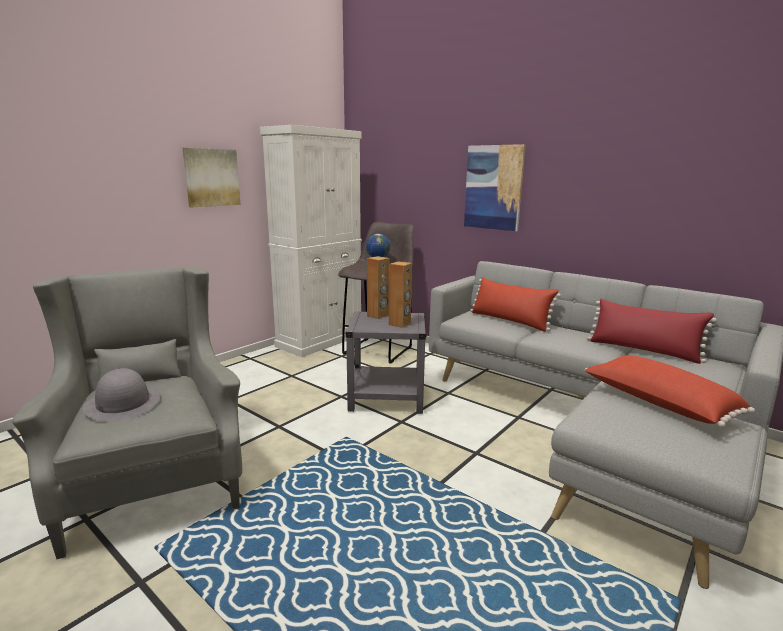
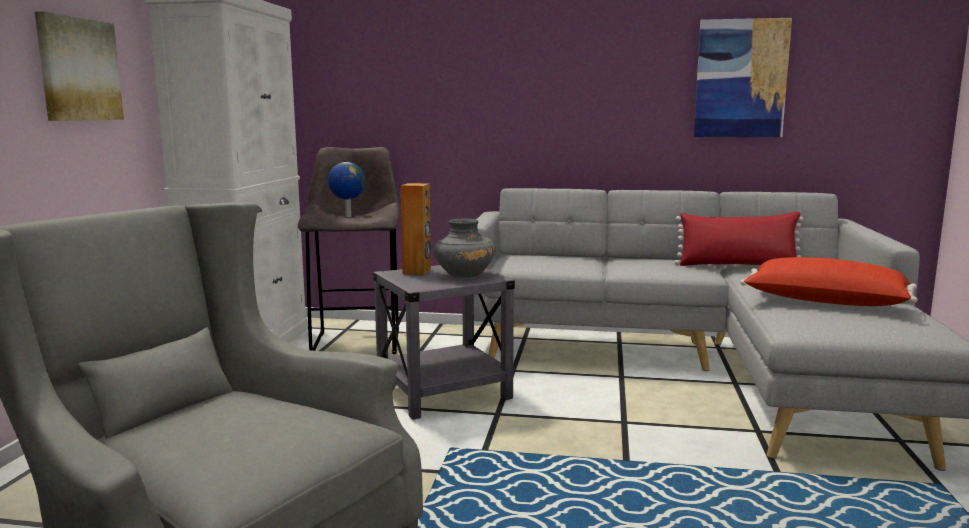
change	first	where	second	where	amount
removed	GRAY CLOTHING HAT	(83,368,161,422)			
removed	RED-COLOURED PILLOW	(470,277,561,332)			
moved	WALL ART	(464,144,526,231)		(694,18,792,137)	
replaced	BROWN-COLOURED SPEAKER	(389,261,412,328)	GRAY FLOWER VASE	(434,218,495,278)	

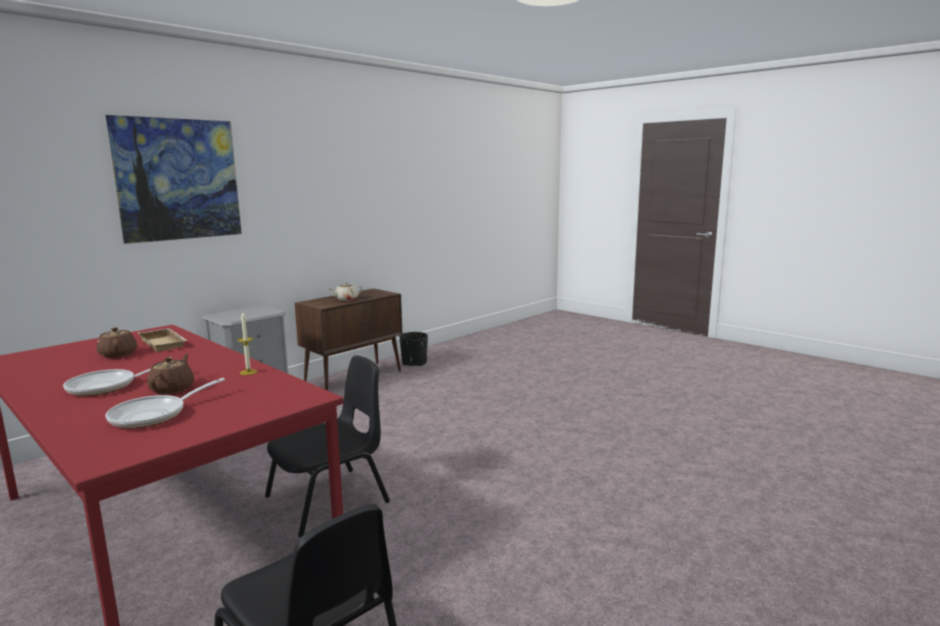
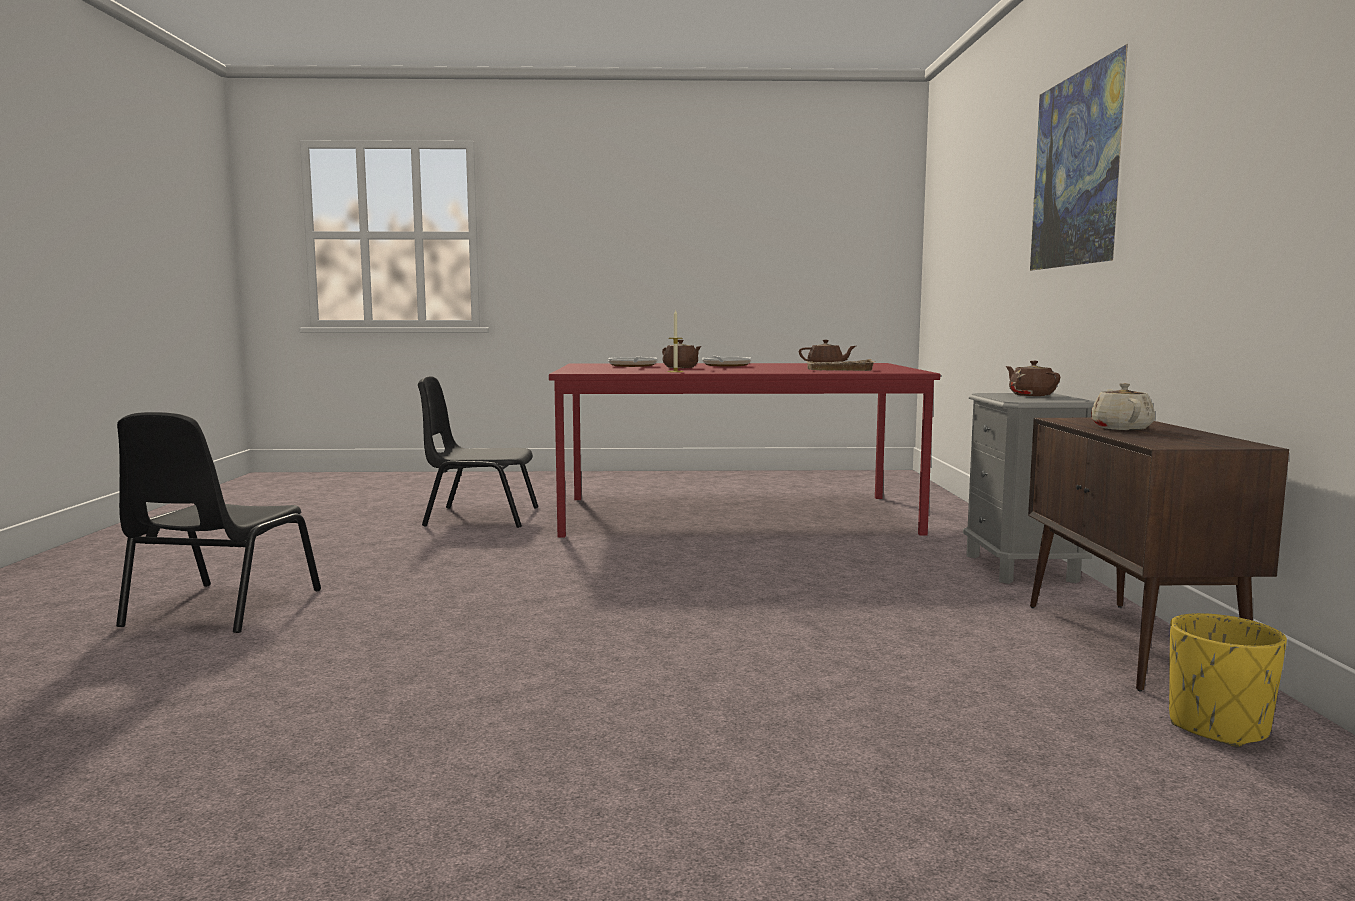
change	first	where	second	where	amount
added			BROWN-COLOURED TEAPOT	(1005,361,1061,396)	
moved	BLACK-COLOURED UPRIGHT CHAIR	(265,355,390,538)		(116,412,321,633)	
recoloured	BLACK-COLOURED PLANT POT	(399,332,428,367)	YELLOW PLANT POT	(1169,613,1287,747)	

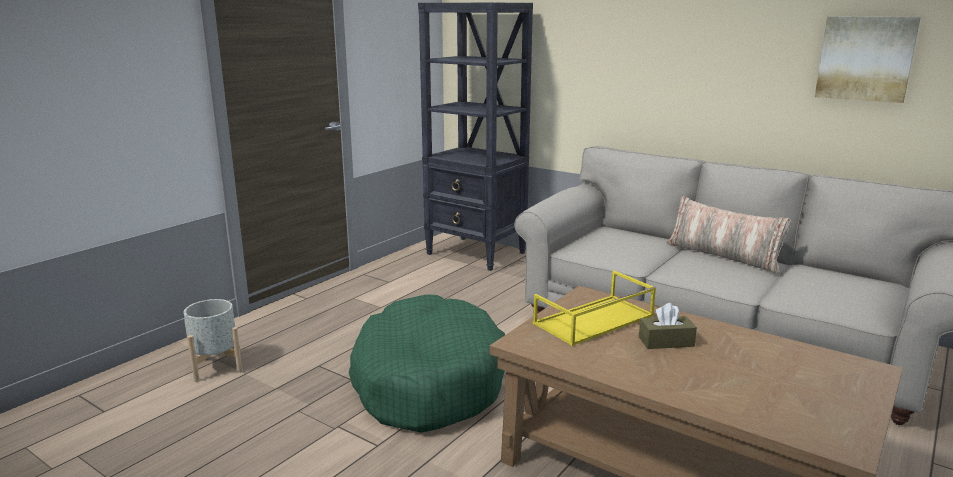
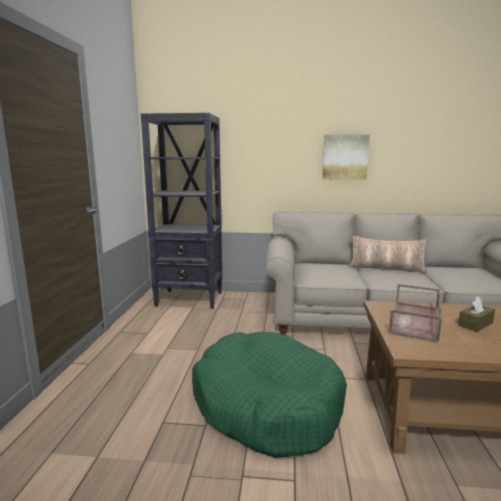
change	first	where	second	where	amount
removed	GRAY PLANT POT	(184,299,242,382)			
moved	WALL ART	(815,16,921,103)		(322,134,370,180)	
recoloured	YELLOW TRAY	(533,271,656,346)	BROWN-COLOURED TRAY	(389,284,442,343)	

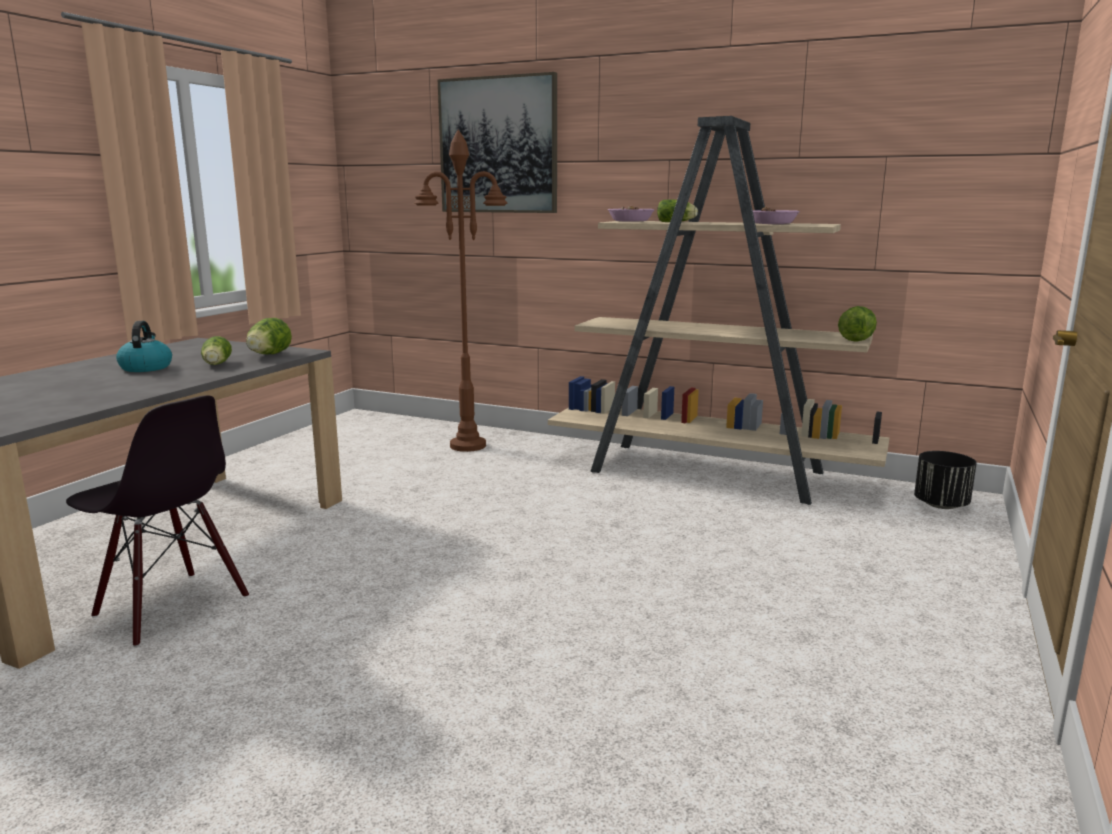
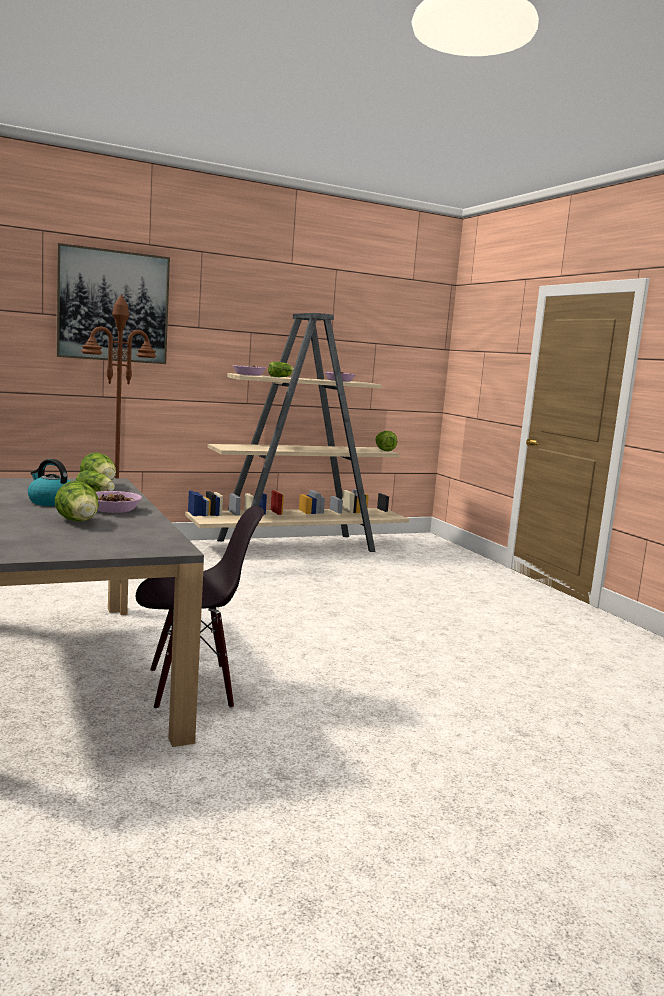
change	first	where	second	where	amount
removed	BLACK-COLOURED PLANT POT	(914,451,977,509)			
added			HEAD OF LETTUCE	(55,481,99,521)	
added			SERVING BOWL	(96,491,142,513)	

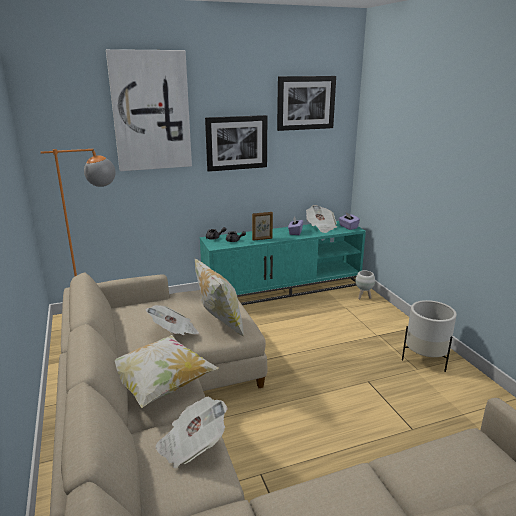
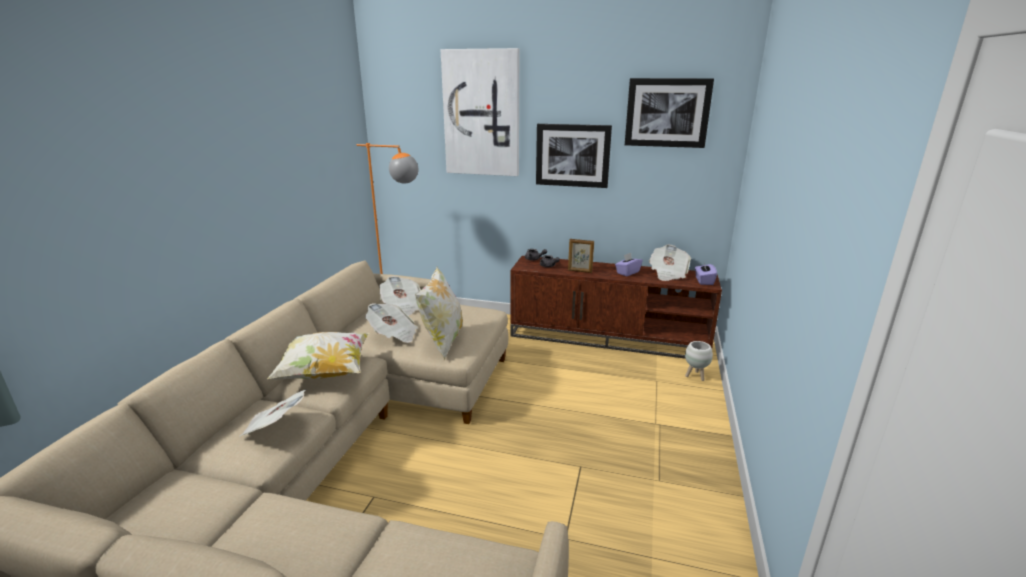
change	first	where	second	where	amount
removed	WHITISH PLANT POT	(402,300,457,372)			
added			PRINTED PAPER	(379,276,420,316)	
recoloured	TURQUOISE-COLOURED MEDIA CONSOLE	(200,221,366,305)	BROWN-COLOURED MEDIA CONSOLE	(510,256,722,358)	

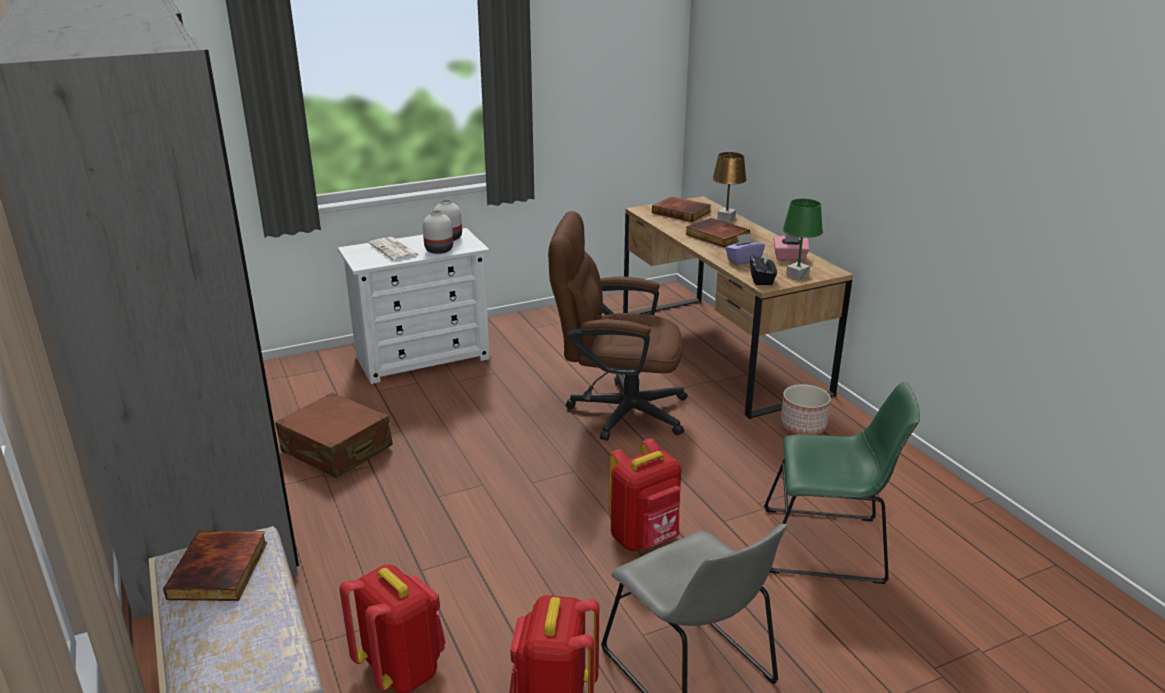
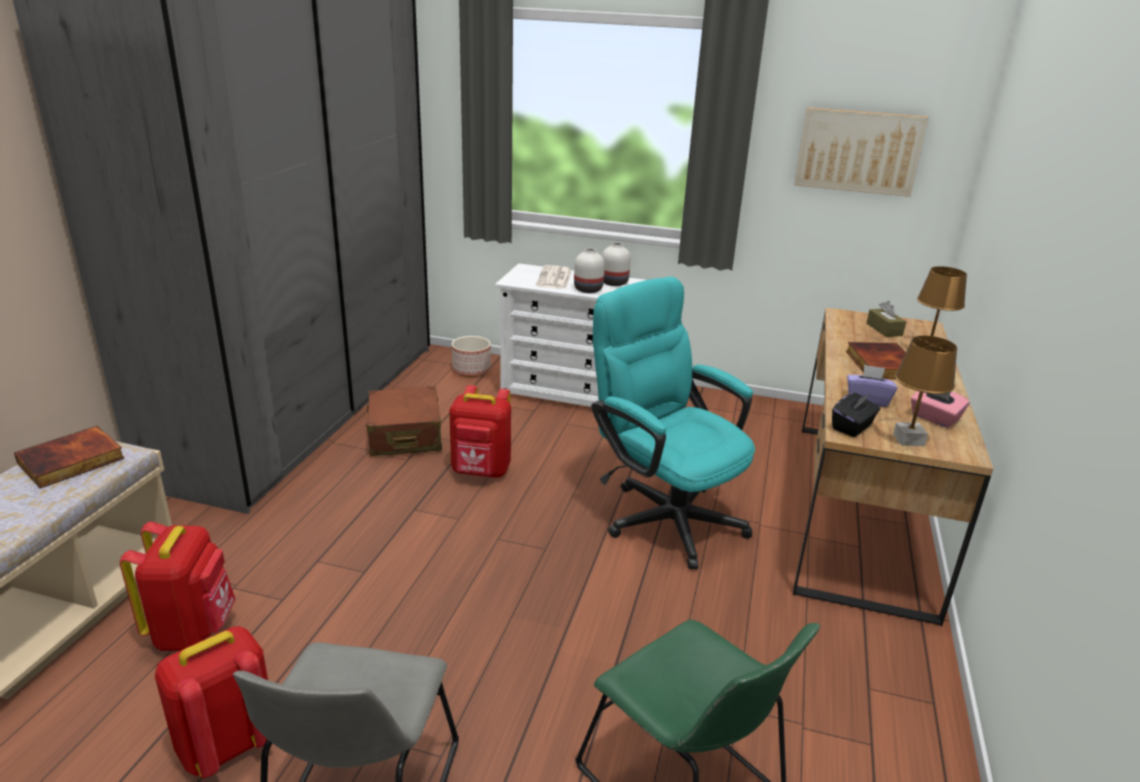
change	first	where	second	where	amount
added			WALL ART	(794,107,929,197)	
moved	RED-COLOURED RUCKSACK	(609,438,682,551)		(449,385,511,478)	
moved	PLANT POT	(780,384,831,435)		(452,336,491,377)	
replaced	BOUND BOOK	(652,196,711,222)	BROWN-COLOURED TISSUE HOLDER	(867,301,906,337)	
recoloured	BROWN-COLOURED COMPUTER CHAIR	(548,211,687,441)	TURQUOISE-COLOURED COMPUTER CHAIR	(591,277,755,569)	
recoloured	GREEN TABLETOP LAMP	(783,199,823,280)	BROWN-COLOURED TABLETOP LAMP	(893,336,957,446)	

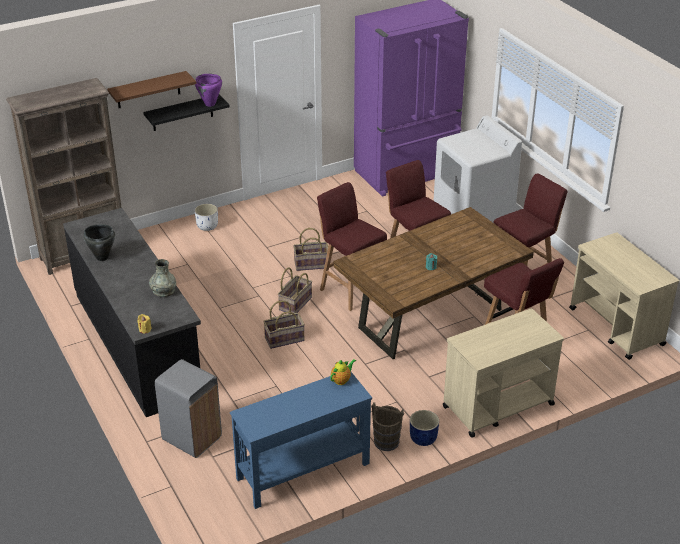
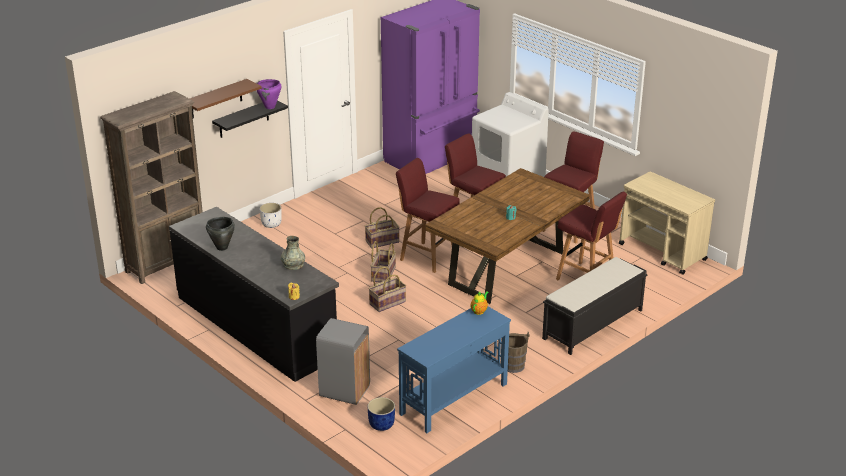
change	first	where	second	where	amount
moved	BLUE PLANT POT	(410,410,439,446)		(367,397,395,431)	
replaced	BEIGE-COLOURED TROLLEY	(443,308,564,437)	BLACK-COLOURED INDOOR BENCH	(542,257,648,355)	

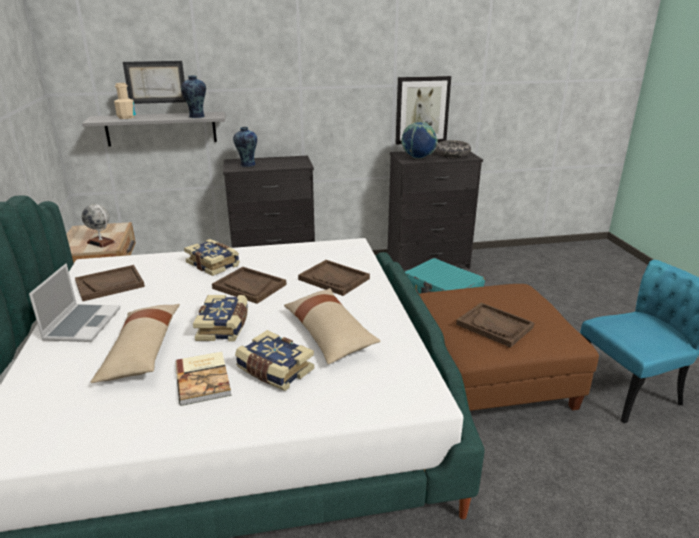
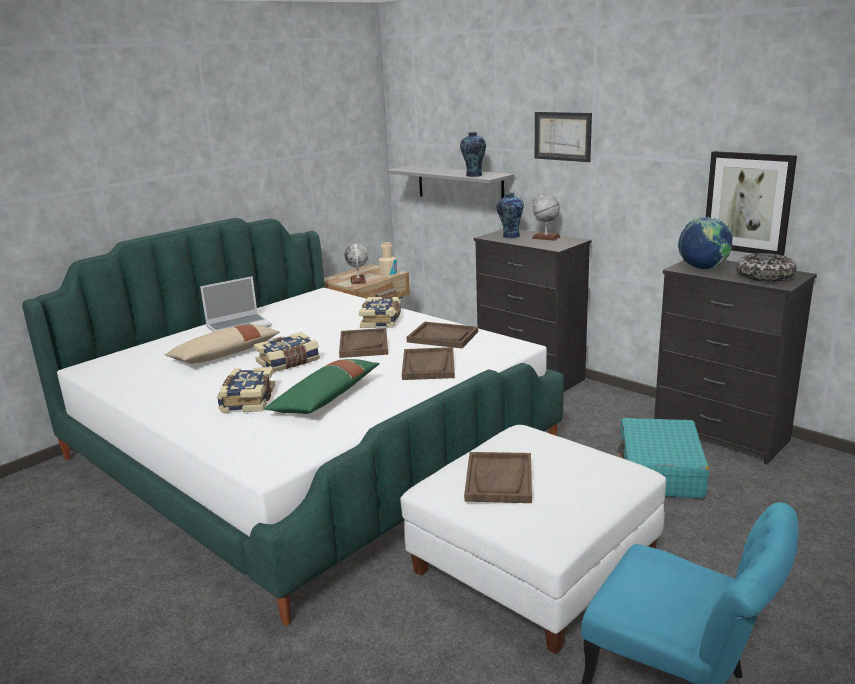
change	first	where	second	where	amount
removed	BOUND BOOK	(175,352,231,406)			
added			WORLD GLOBE	(531,194,560,241)	
moved	BROWN-COLOURED TRAY	(75,265,145,301)		(406,322,478,348)	
moved	BEIGE-COLOURED BEVERAGE BOTTLE	(114,83,136,119)		(379,242,397,277)	
moved	WALL ART	(123,61,186,104)		(535,112,592,162)	
recoloured	BEIGE-COLOURED PILLOW	(284,288,381,364)	GREEN PILLOW	(264,359,380,414)	
recoloured	BROWN-COLOURED POUFFE	(419,284,599,411)	WHITISH POUFFE	(400,425,666,655)	

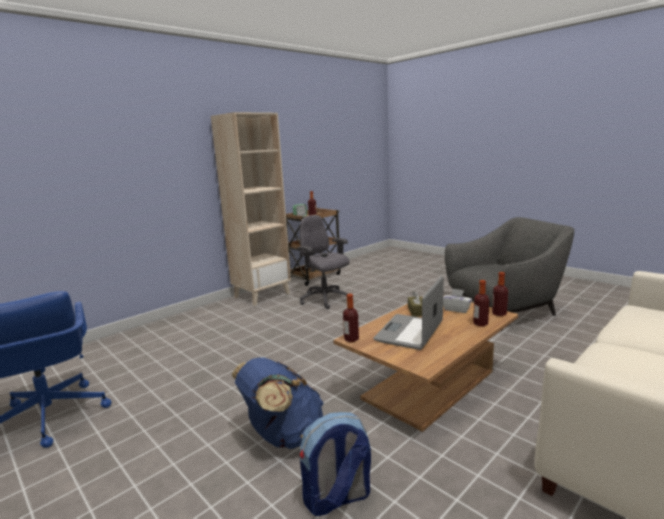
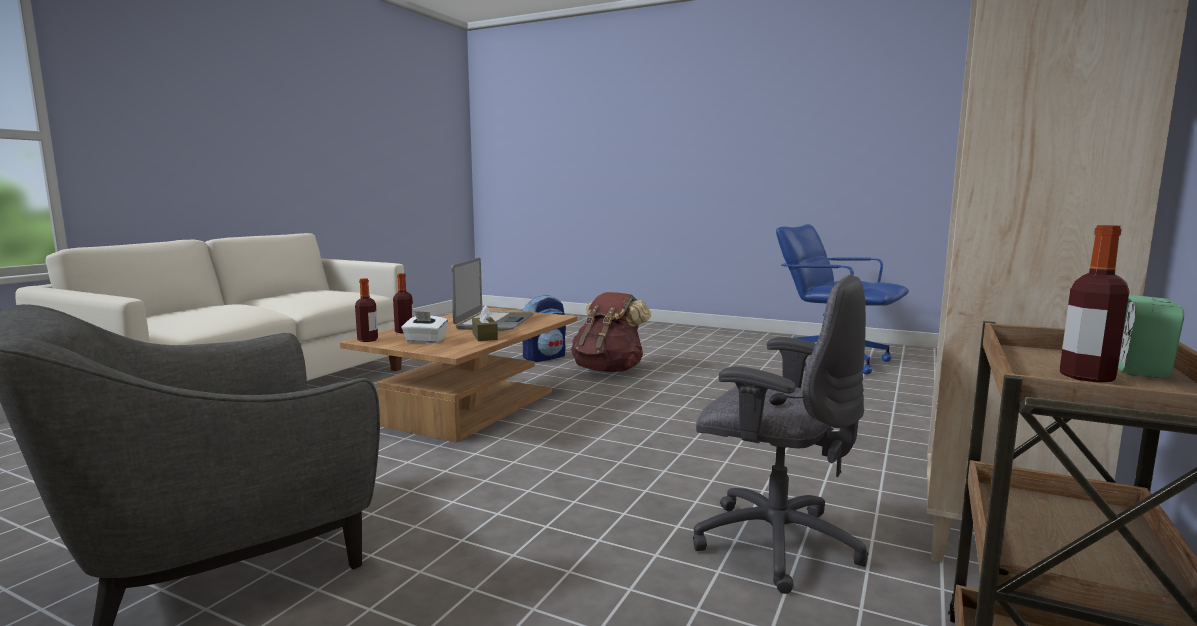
change	first	where	second	where	amount
removed	BEVERAGE BOTTLE	(343,294,359,342)			
recoloured	BLUE RUCKSACK	(232,358,324,449)	BROWN-COLOURED RUCKSACK	(571,292,651,372)	

